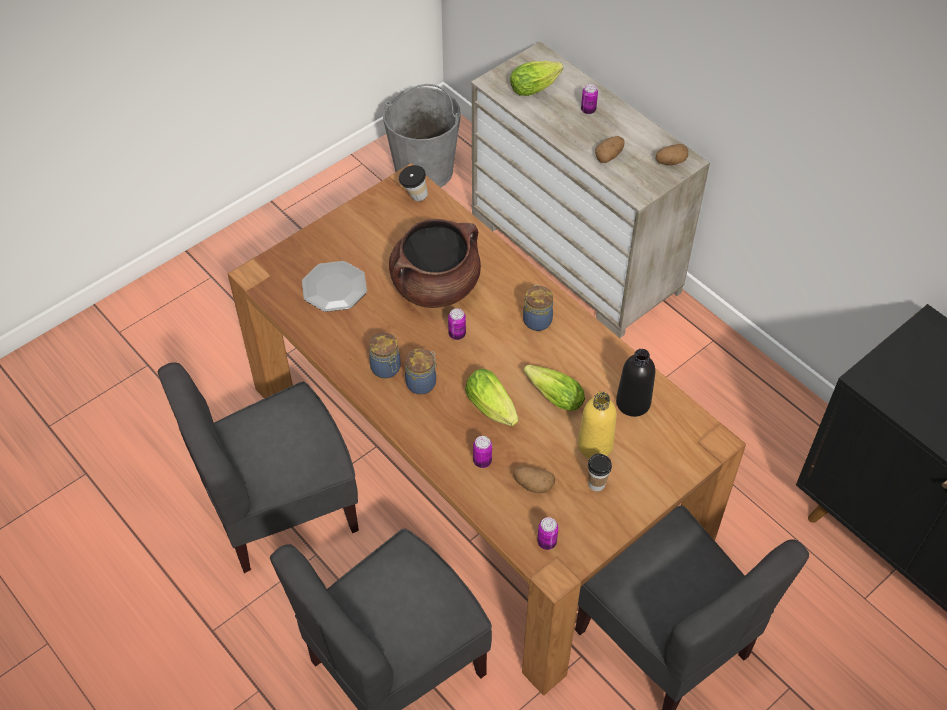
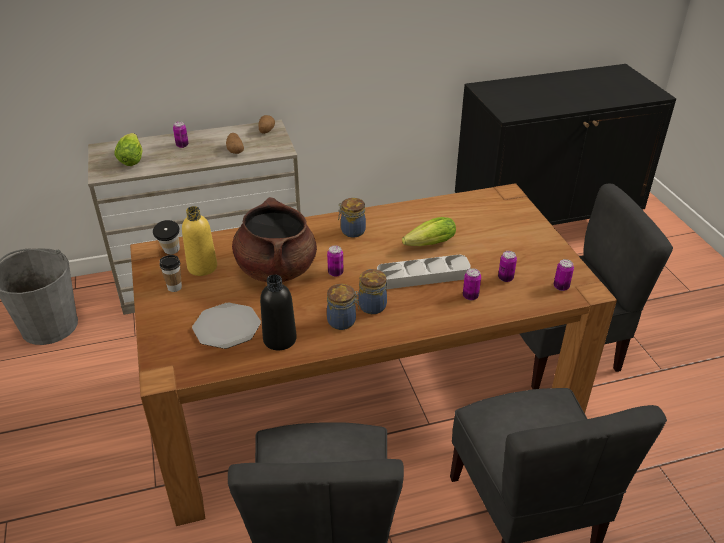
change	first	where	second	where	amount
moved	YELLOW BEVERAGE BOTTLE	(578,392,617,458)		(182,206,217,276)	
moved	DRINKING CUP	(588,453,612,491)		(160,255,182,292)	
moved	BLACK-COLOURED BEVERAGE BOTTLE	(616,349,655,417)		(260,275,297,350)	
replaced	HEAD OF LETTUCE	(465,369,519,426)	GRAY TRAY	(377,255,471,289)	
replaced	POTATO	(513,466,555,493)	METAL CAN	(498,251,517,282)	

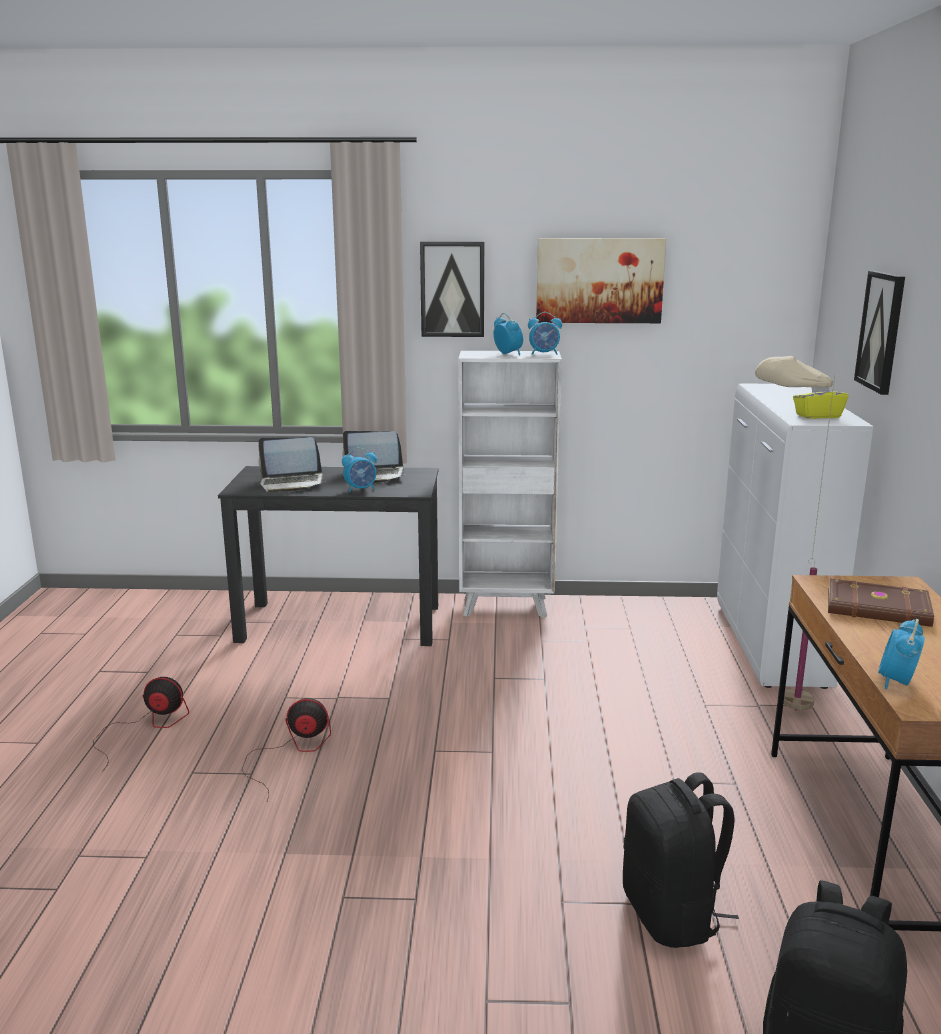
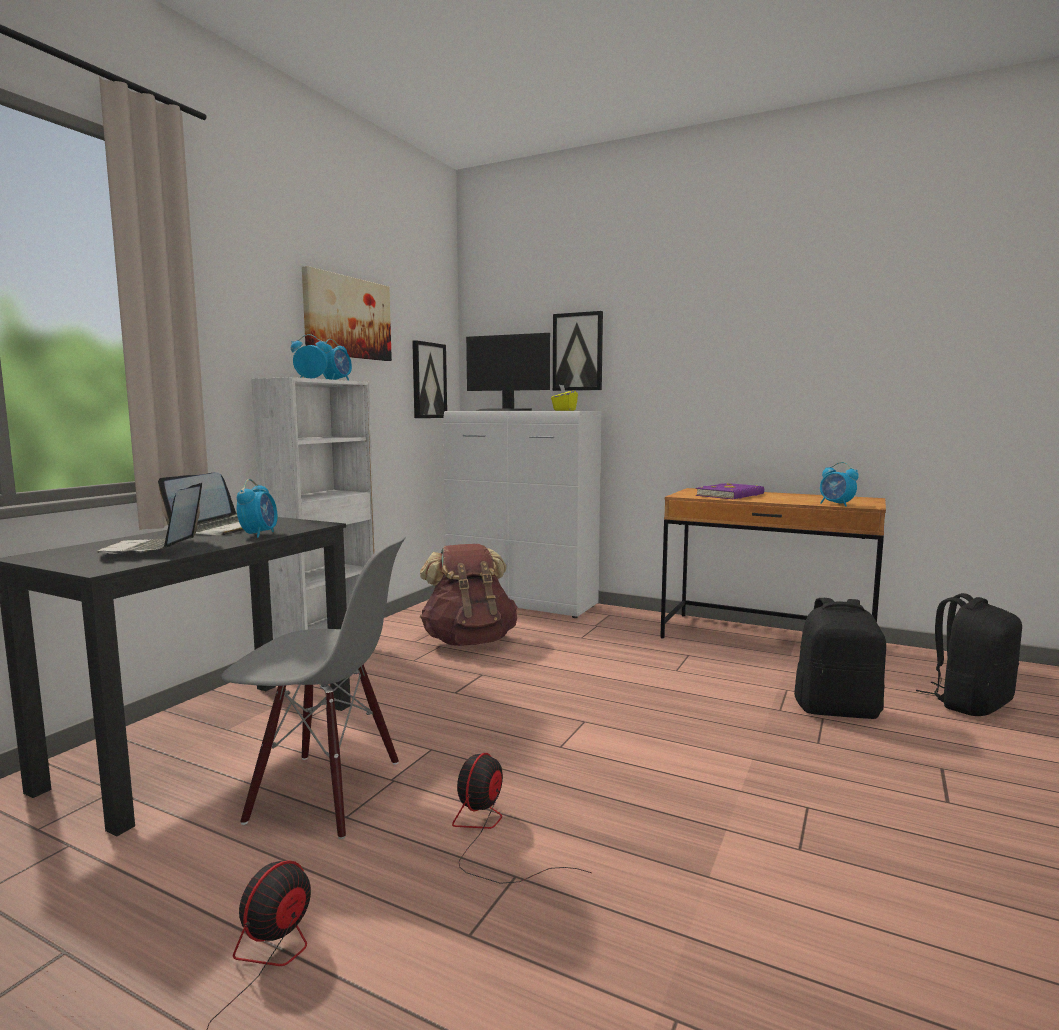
change	first	where	second	where	amount
removed	BEIGE-COLOURED STANDARD LAMP	(755,356,835,711)			
added			GRAY UPRIGHT CHAIR	(221,537,406,839)	
added			BROWN-COLOURED RUCKSACK	(420,544,517,646)	
added			COMPUTER SCREEN	(466,333,550,411)	
moved	WALL ART	(420,241,484,337)		(412,340,447,418)	
recoloured	BROWN-COLOURED BOUND BOOK	(828,578,934,627)	PURPLISH BOUND BOOK	(695,483,765,499)	
turned	NOTEBOOK COMPUTER	(258,437,325,492)		(98,482,202,554)	150 degrees clockwise

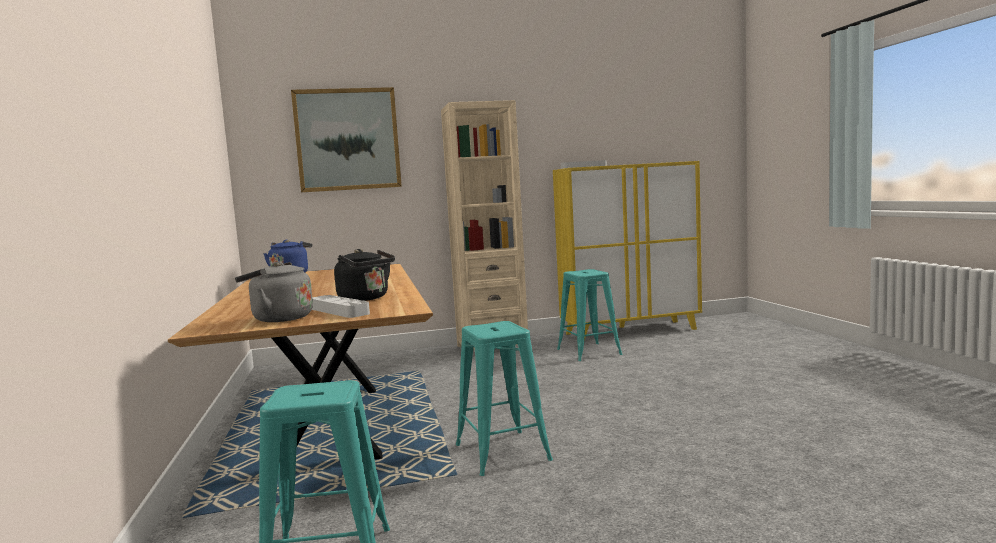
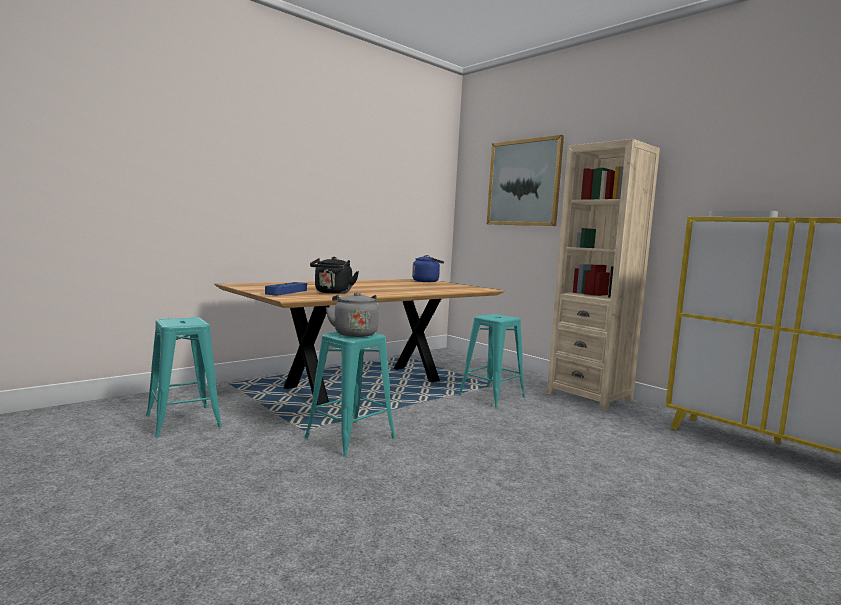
change	first	where	second	where	amount
moved	GRAY WATER KETTLE	(235,261,313,322)		(325,292,379,337)	
moved	TURQUOISE-COLOURED SITTING STOOL	(557,269,623,361)		(458,314,526,407)	
recoloured	GRAY TRAY	(312,295,370,318)	BLUE TRAY	(265,282,307,295)	

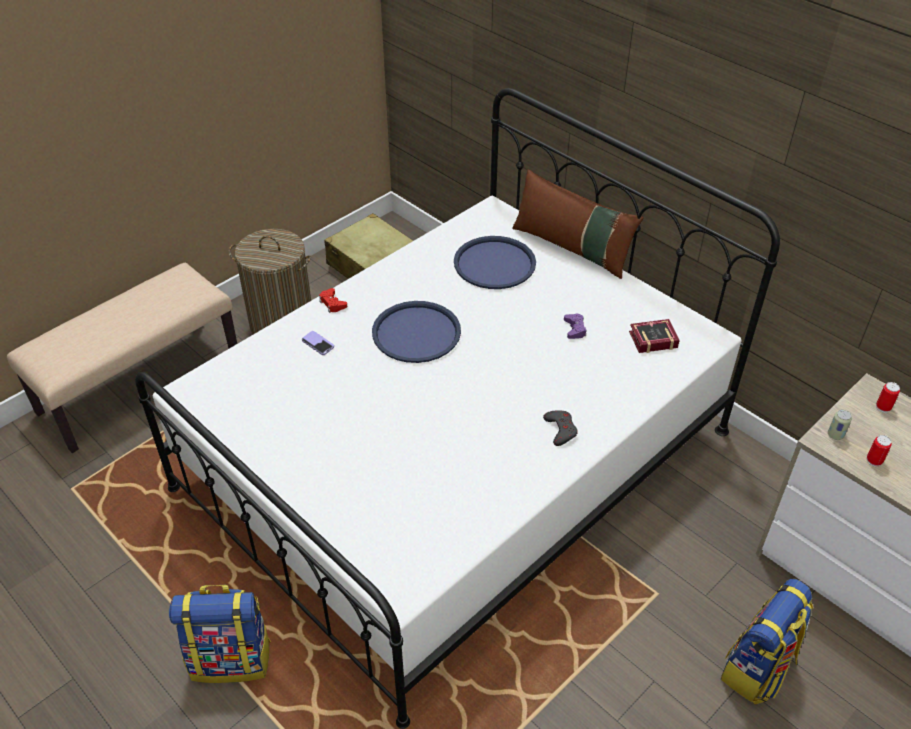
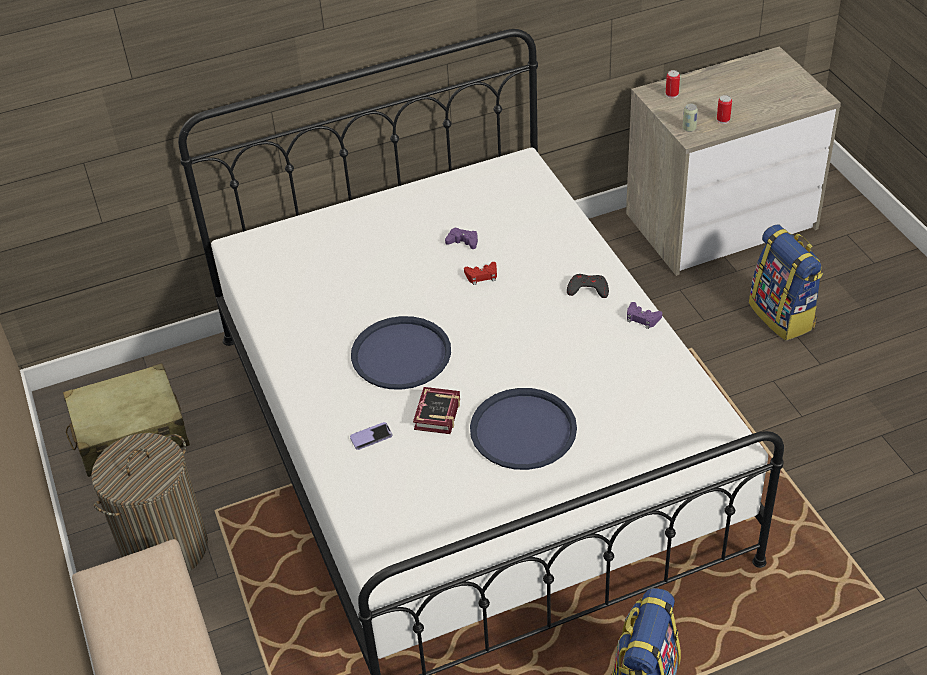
change	first	where	second	where	amount
removed	BROWN-COLOURED PILLOW	(512,169,644,279)			
added			PURPLISH JOYPAD	(627,302,662,329)	
moved	RED-COLOURED JOYPAD	(319,288,347,313)		(464,262,497,285)	
moved	BLUE TRAY	(454,236,536,289)		(470,388,577,470)	
moved	BOUND BOOK	(629,319,680,353)		(413,387,460,434)	

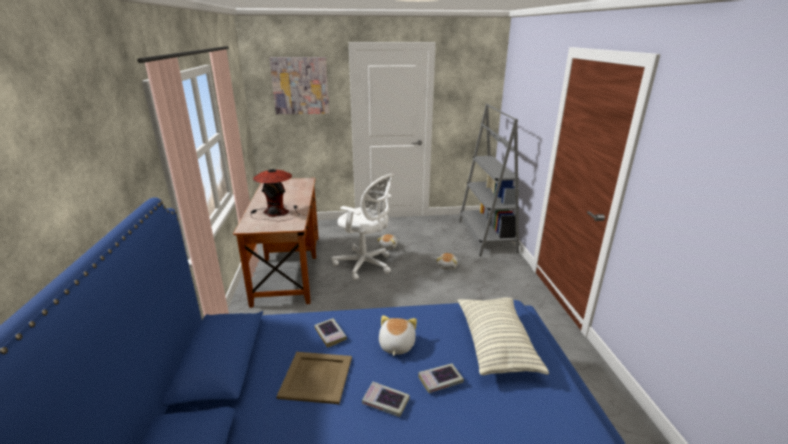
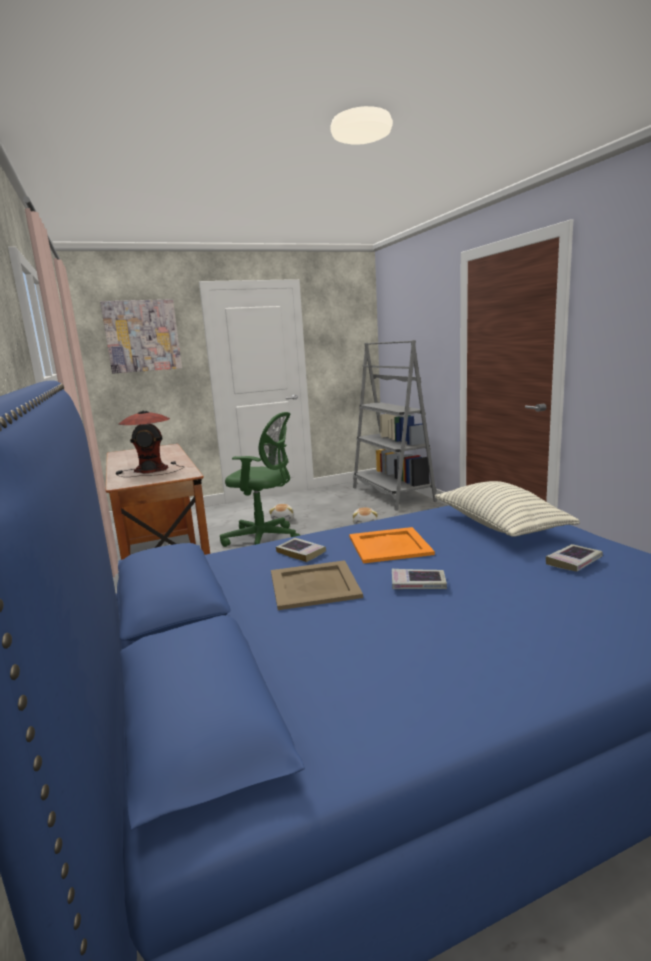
change	first	where	second	where	amount
moved	BOUND BOOK	(419,363,464,393)		(546,544,603,572)	
replaced	PLUSH TOY	(379,315,417,356)	ORANGE TRAY	(349,527,435,563)	
recoloured	WHITISH COMPUTER CHAIR	(332,174,395,280)	GREEN COMPUTER CHAIR	(220,412,300,547)	

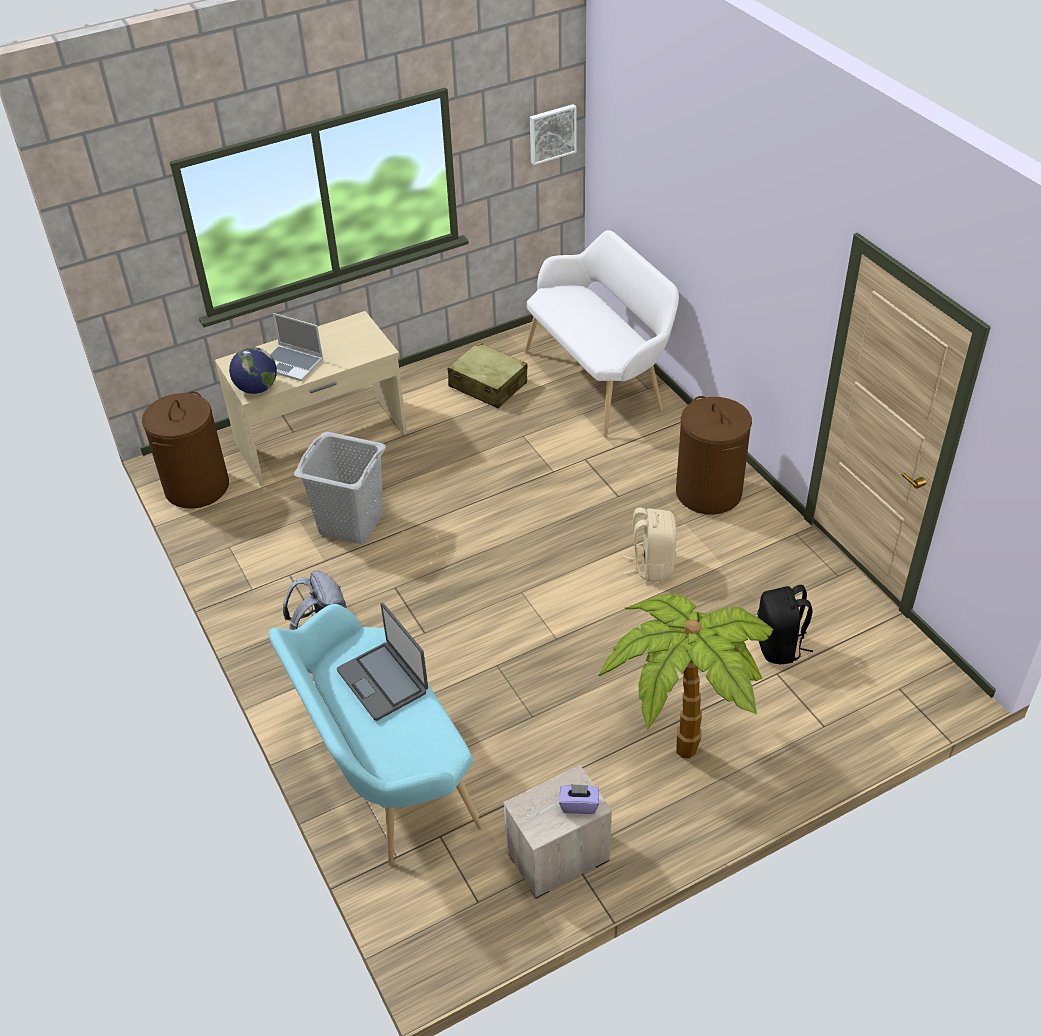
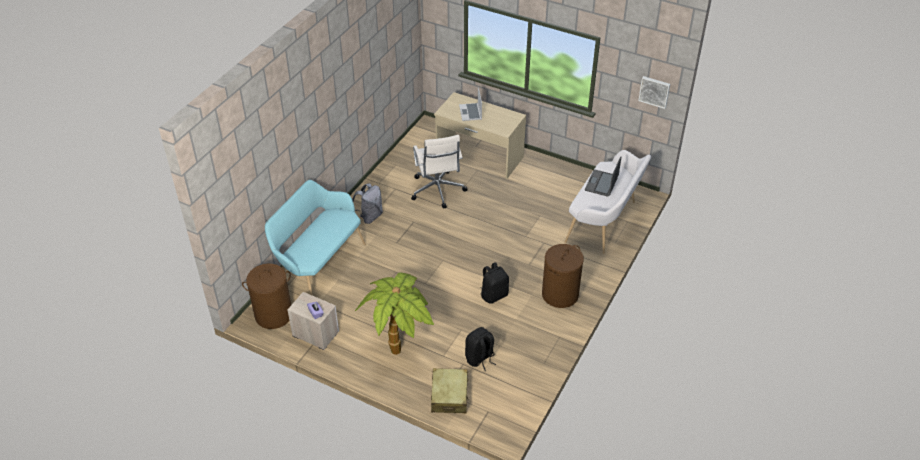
change	first	where	second	where	amount
removed	WORLD GLOBE	(229,347,277,394)			
moved	BROWN-COLOURED HAMPER	(142,391,229,509)		(242,264,291,329)	
moved	NOTEBOOK COMPUTER	(337,603,428,721)		(585,156,621,197)	
moved	BEIGE-COLOURED TRAVEL CASE	(448,342,528,408)		(431,368,469,413)	
replaced	GRAY HAMPER	(294,432,386,544)	WHITISH COMPUTER CHAIR	(411,135,468,209)	
recoloured	BEIGE-COLOURED RUCKSACK	(623,508,677,582)	BLACK-COLOURED RUCKSACK	(481,262,509,304)	

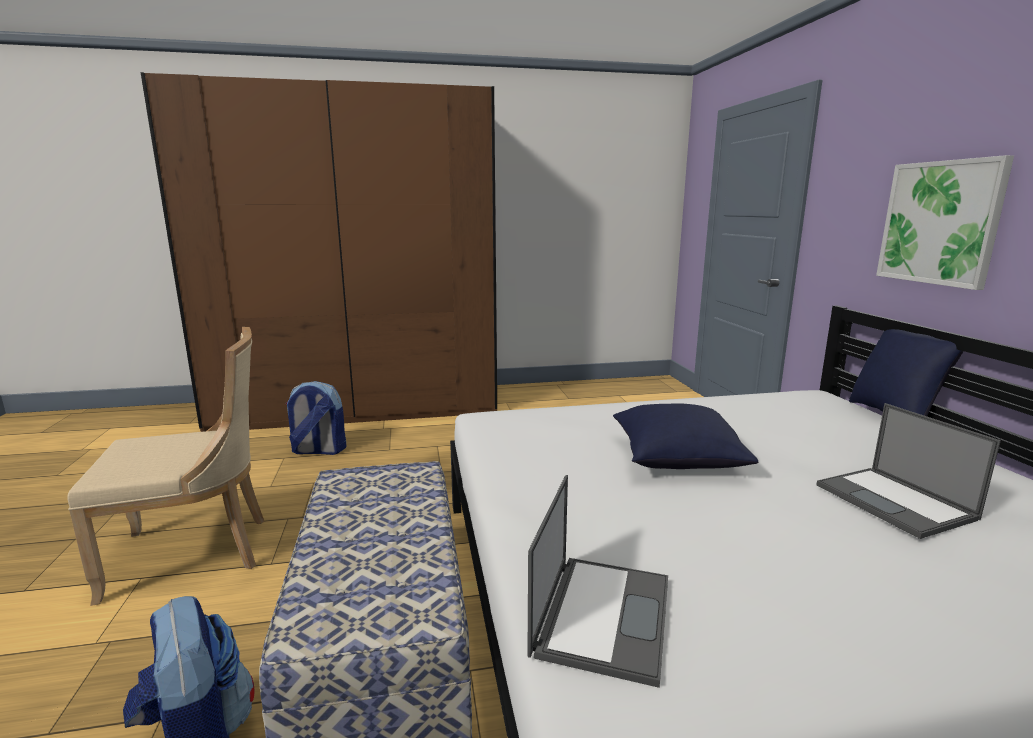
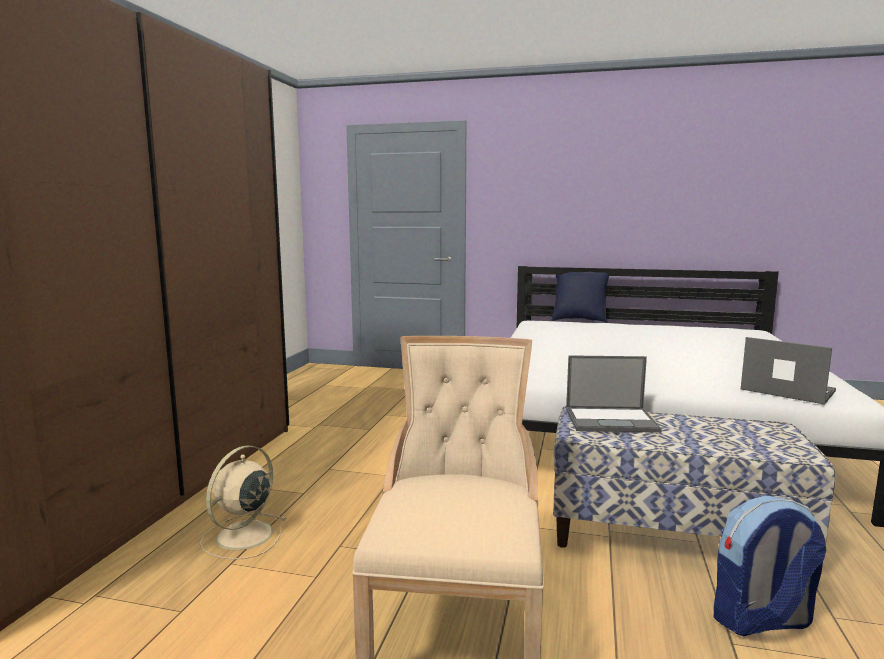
change	first	where	second	where	amount
removed	BLUE PILLOW	(613,403,758,469)			
removed	WALL ART	(876,155,1014,290)			
moved	NOTEBOOK COMPUTER	(816,403,1001,539)		(566,355,661,433)	
replaced	RUCKSACK	(286,381,346,455)	BEIGE-COLOURED FAN	(200,445,286,560)	

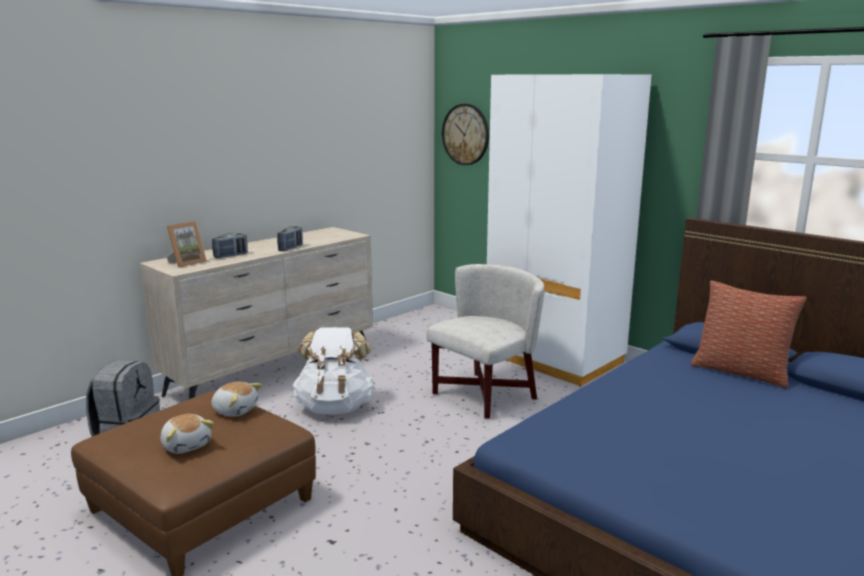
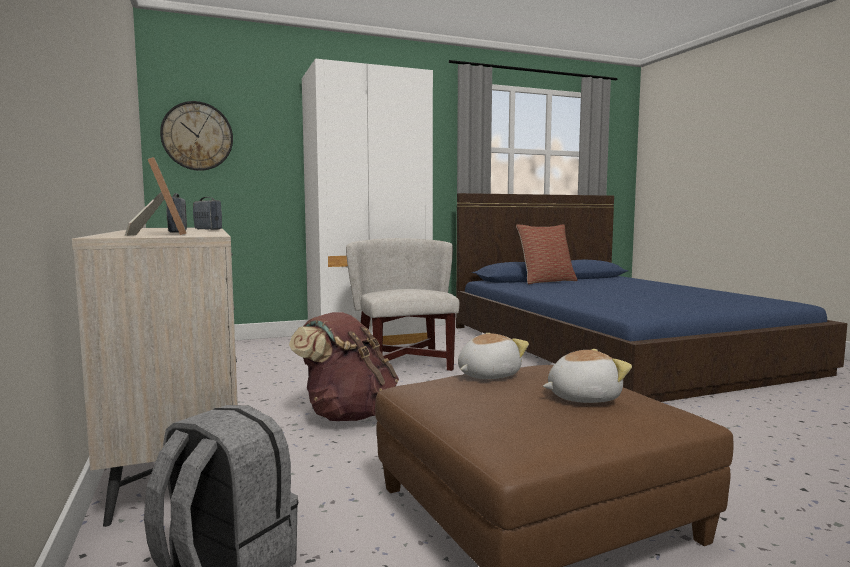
change	first	where	second	where	amount
recoloured	WHITISH RUCKSACK	(293,327,375,414)	BROWN-COLOURED RUCKSACK	(289,312,399,421)	

